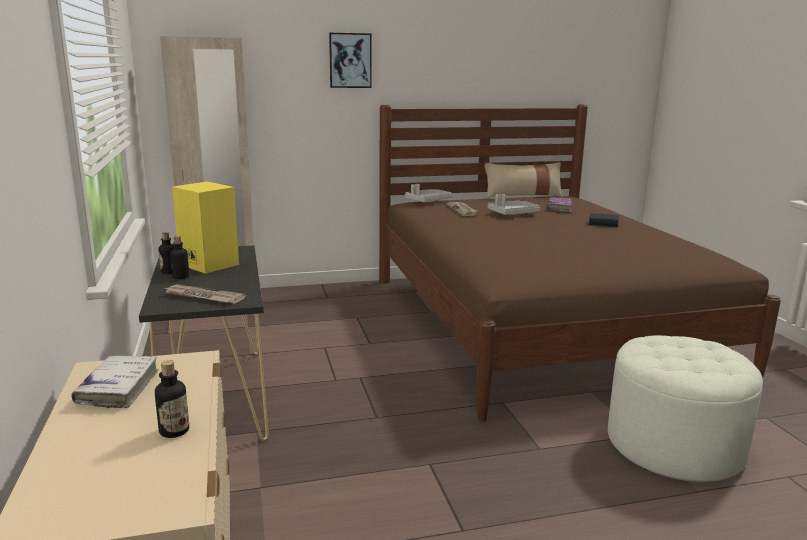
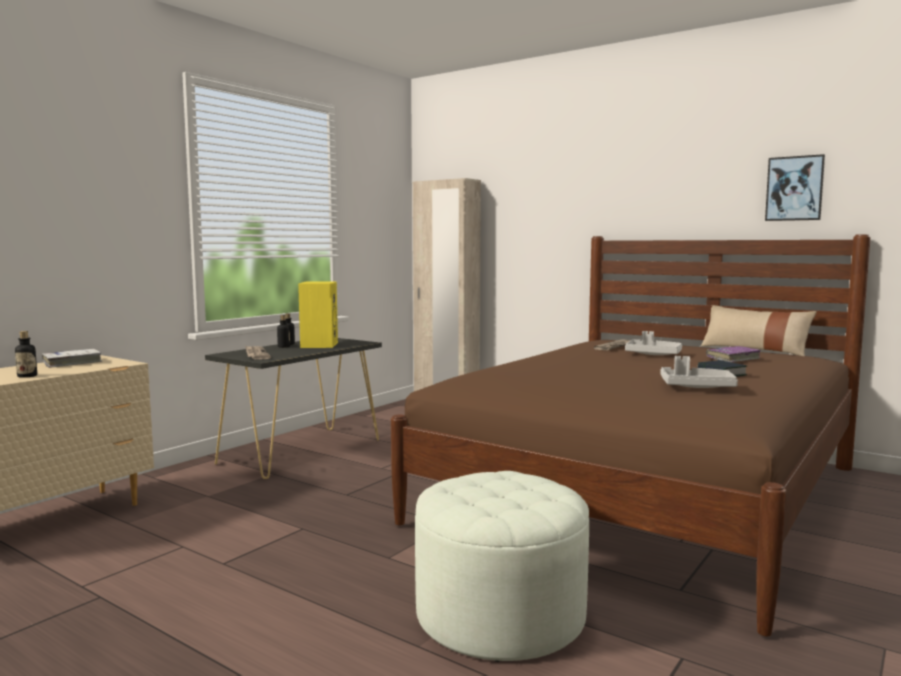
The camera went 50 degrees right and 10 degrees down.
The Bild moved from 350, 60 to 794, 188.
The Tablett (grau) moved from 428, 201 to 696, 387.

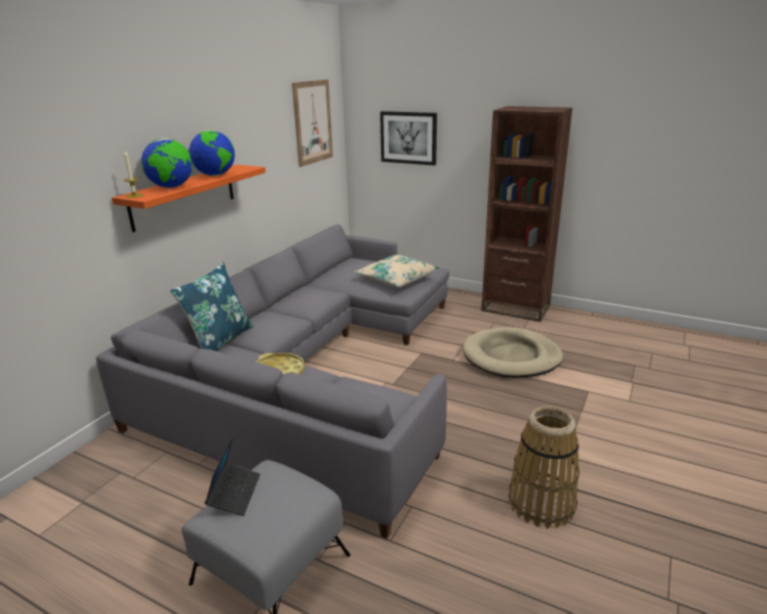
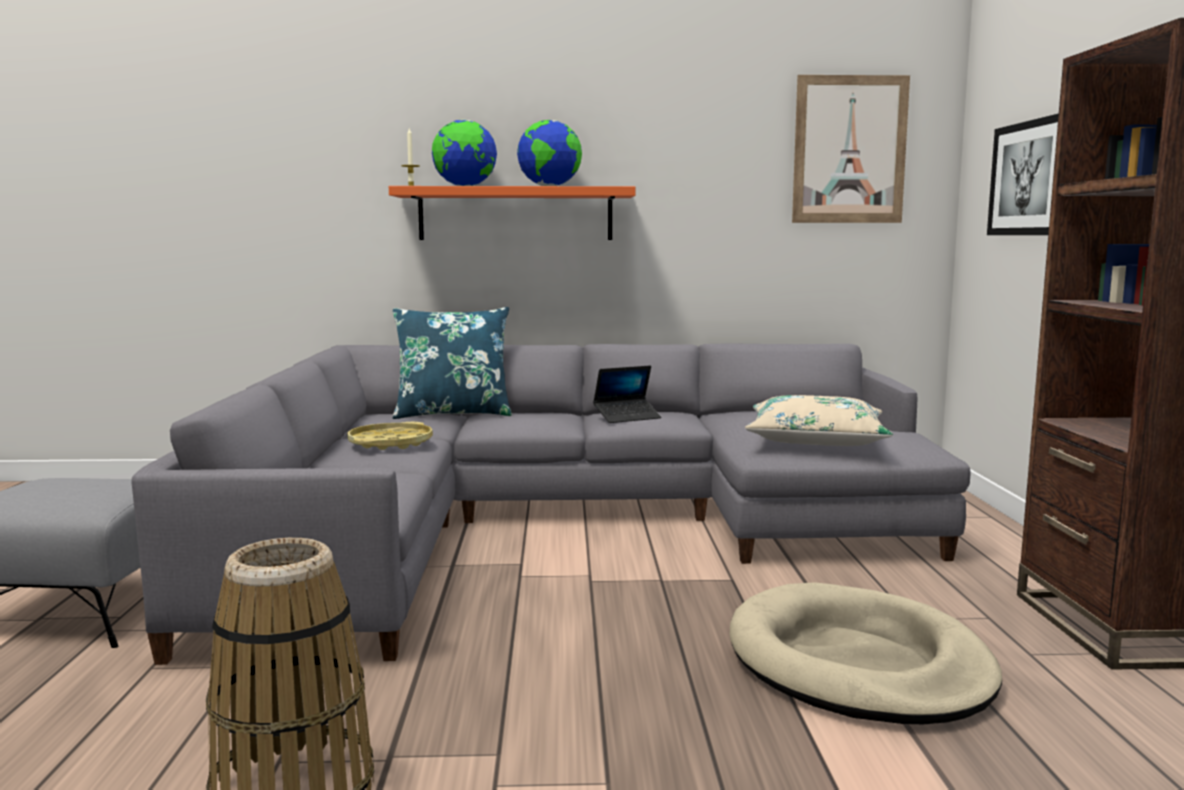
The camera went 60 degrees right and 15 degrees down.
The Laptop moved from 234, 493 to 627, 417.

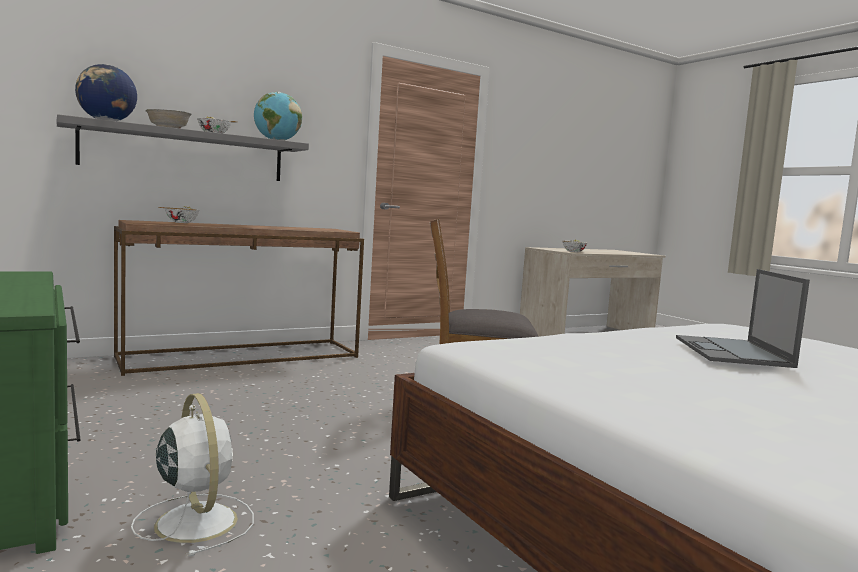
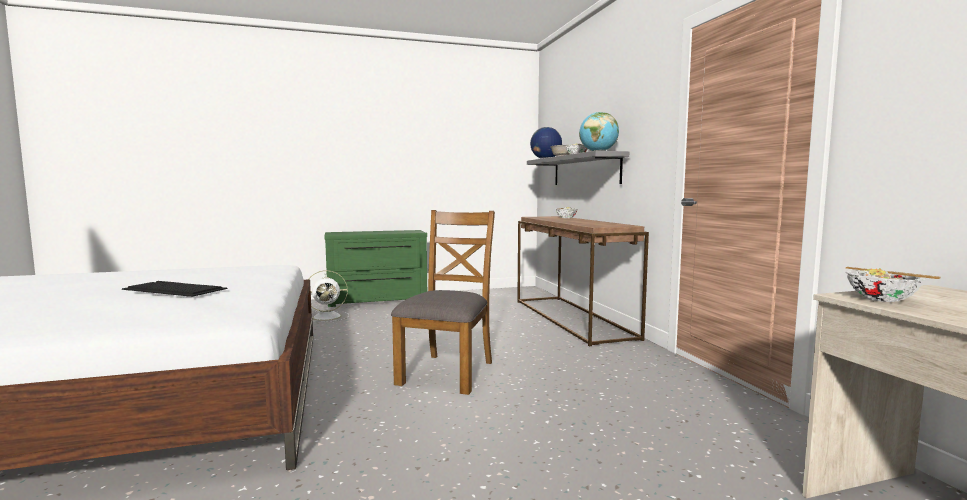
The camera went 105 degrees right and 0 degrees up.
The Laptop at 732, 352 was replaced by the Tastatur at 173, 289.

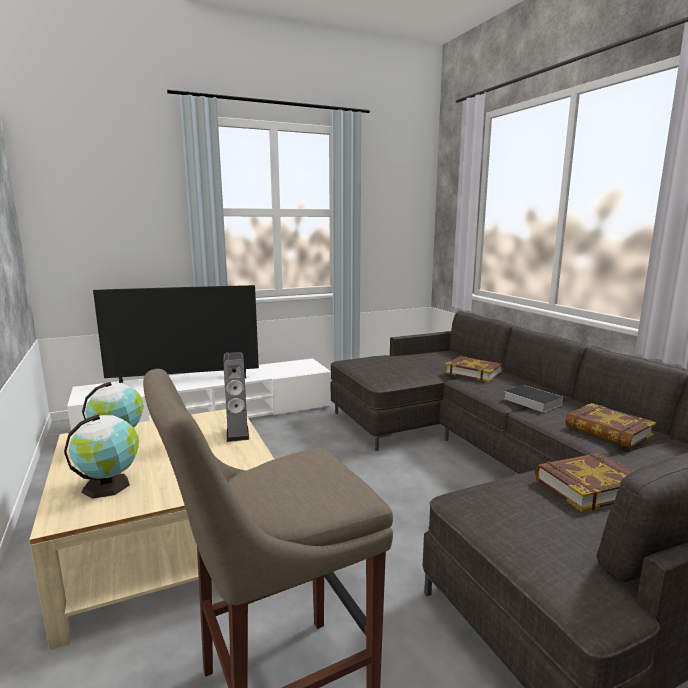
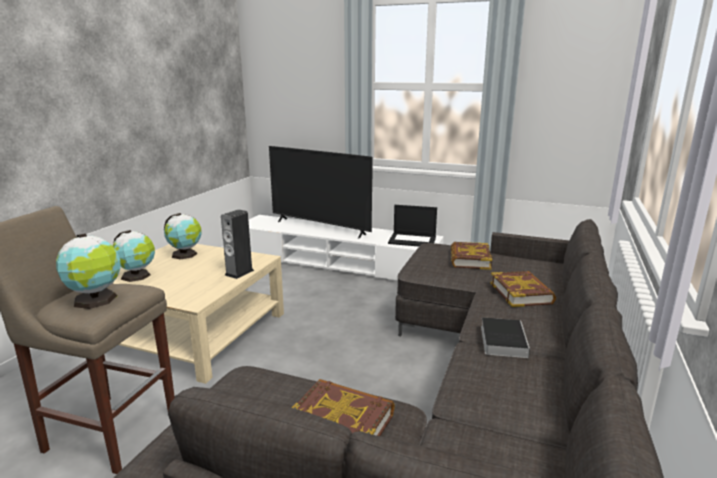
The camera went 45 degrees right and 5 degrees up.
The Buch moved from 608, 431 to 469, 259.
The Laptop at 413, 240 appeared.
The Globus at 96, 300 appeared.

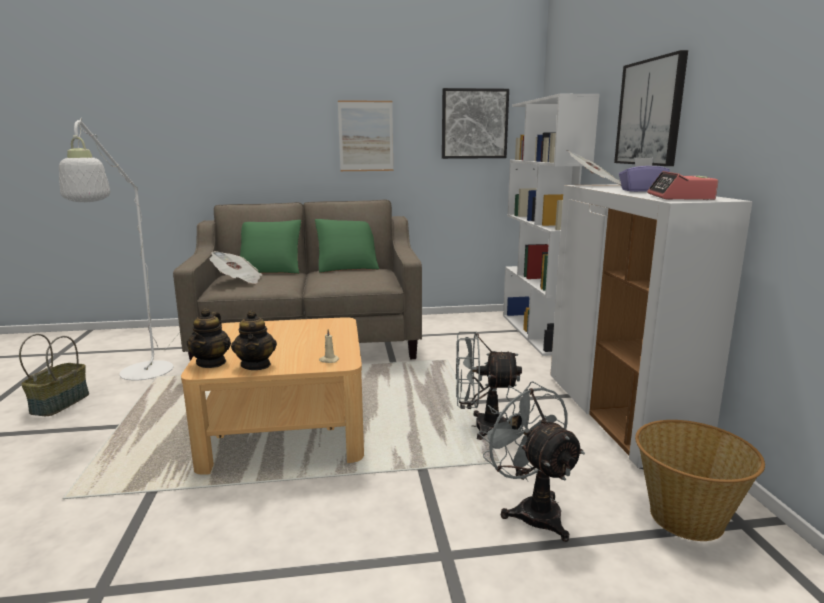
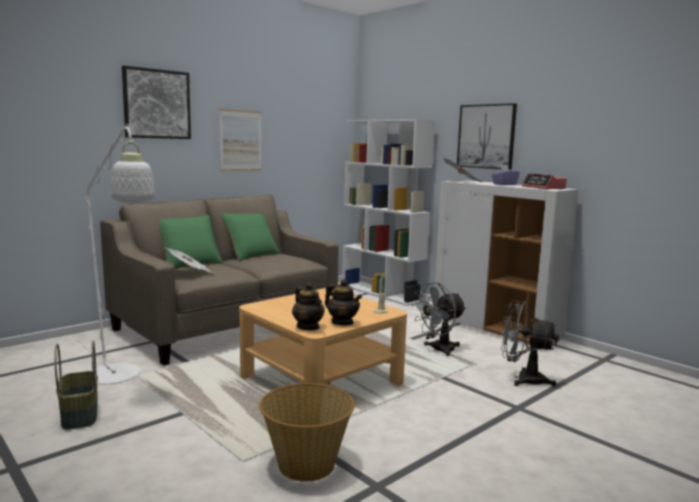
The camera went 35 degrees left and 5 degrees down.
The Bild moved from 474, 124 to 157, 104.
The Korb moved from 686, 517 to 306, 464.

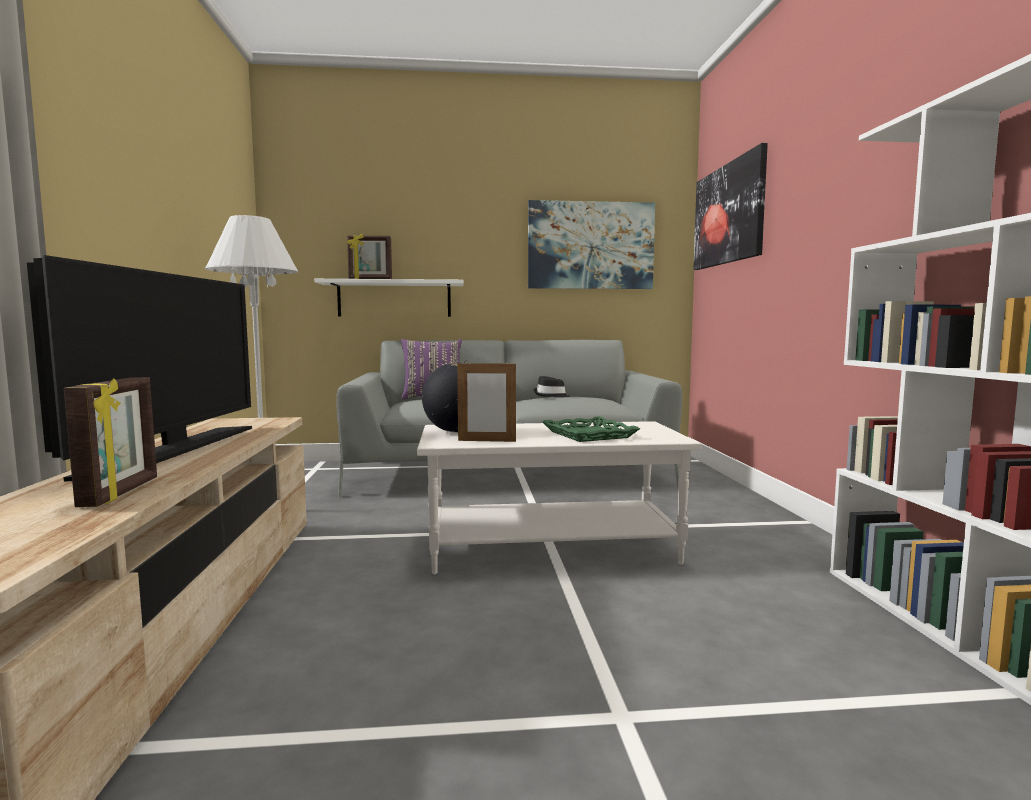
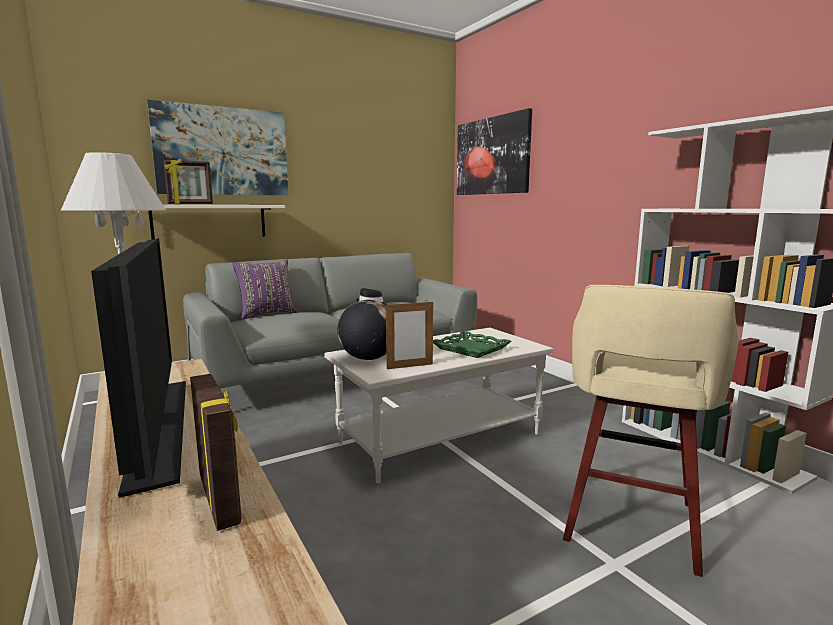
The camera went 25 degrees left and 5 degrees up.
The Bild moved from 590, 245 to 222, 151.
The Hocker (beige) at 630, 524 appeared.

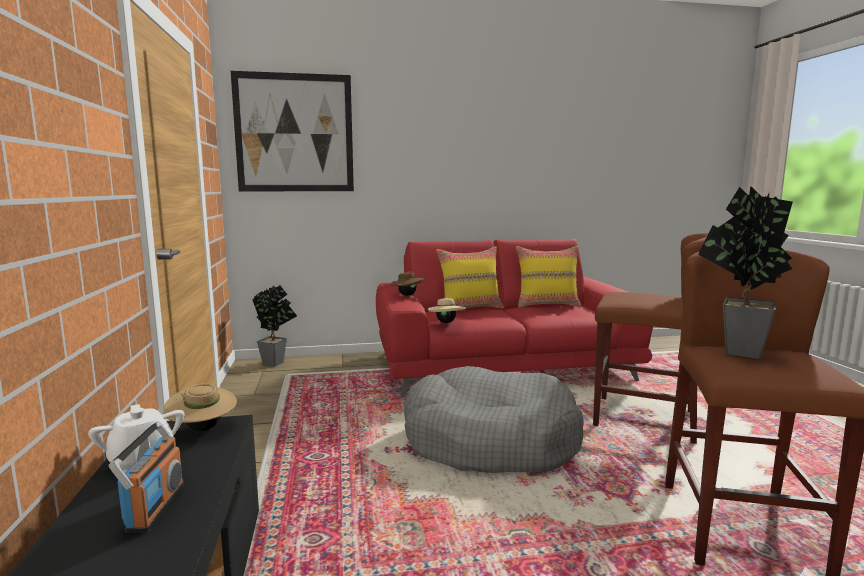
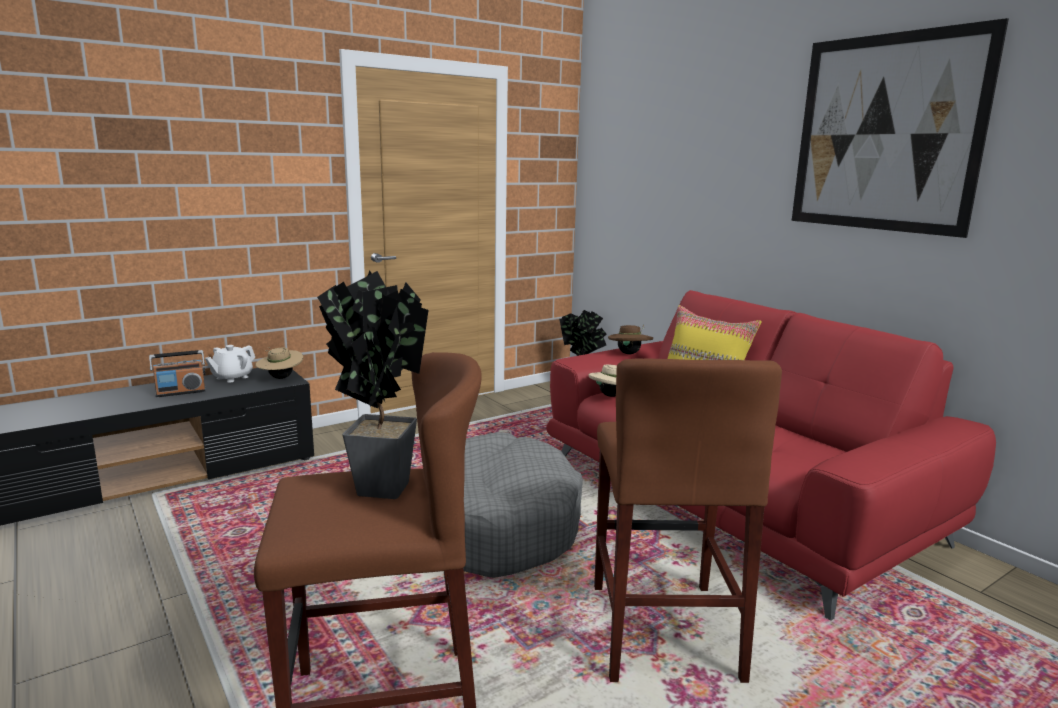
The camera went 65 degrees right and 5 degrees up.
The Bild moved from 294, 133 to 885, 133.
The Kissen (gelb) at 547, 305 disappeared.

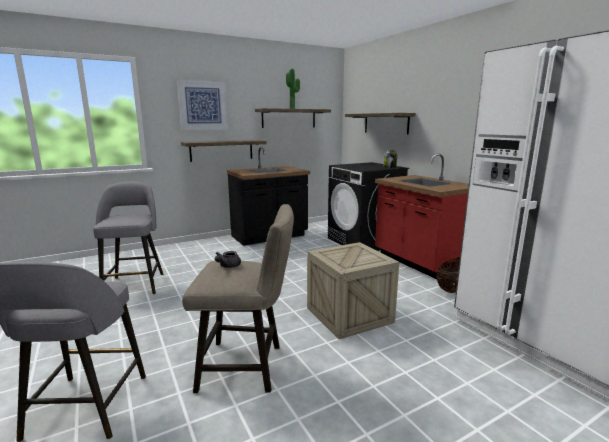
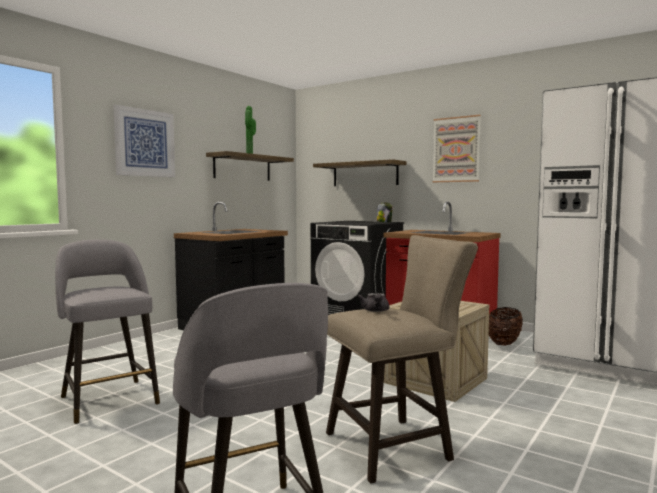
The camera went 25 degrees left and 10 degrees down.
The Wandregal at 221, 150 disappeared.
The Bild at 456, 149 appeared.

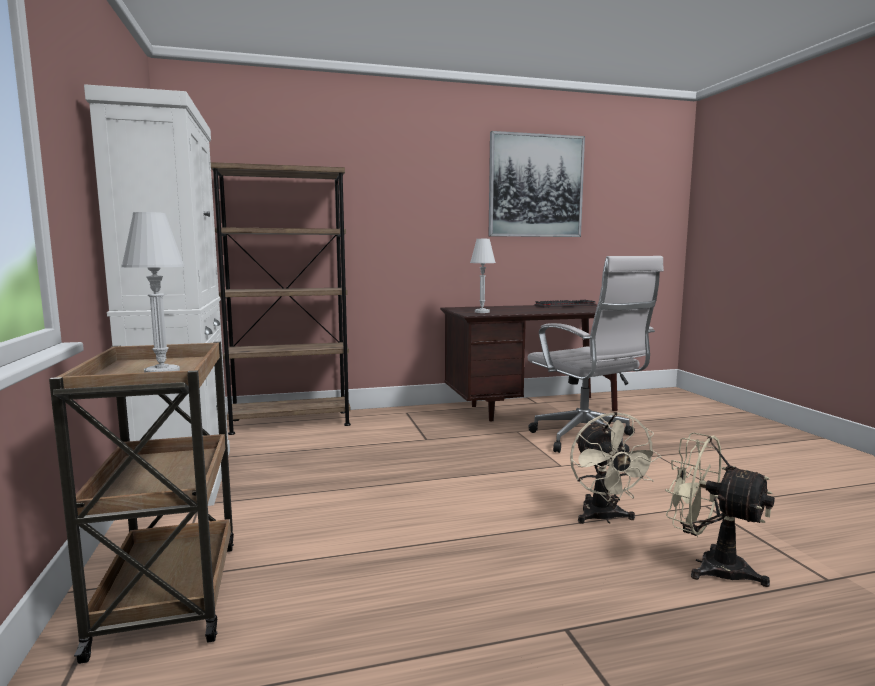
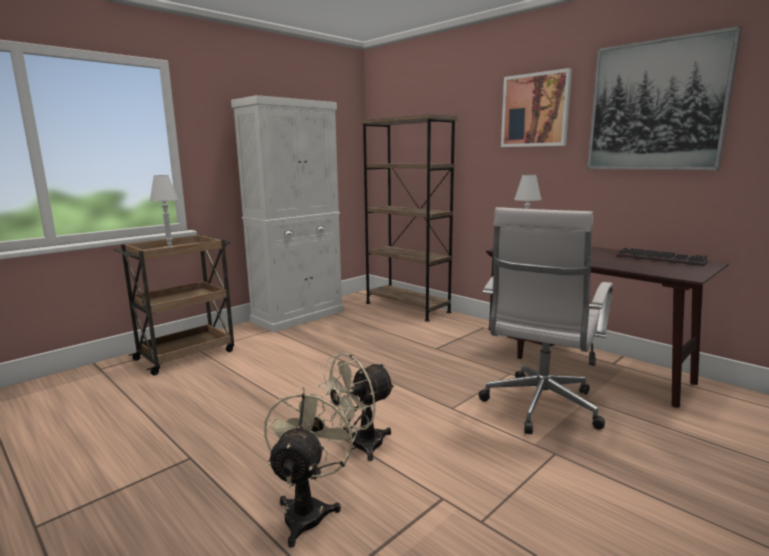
The camera went 60 degrees right and 5 degrees up.
The Bild at 535, 110 appeared.

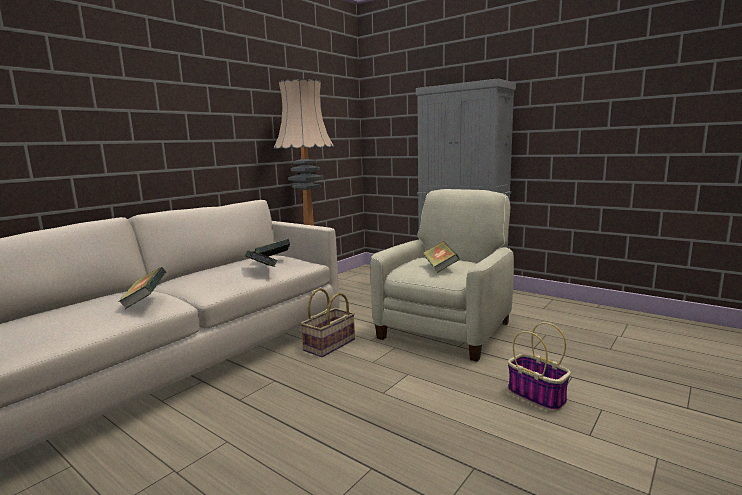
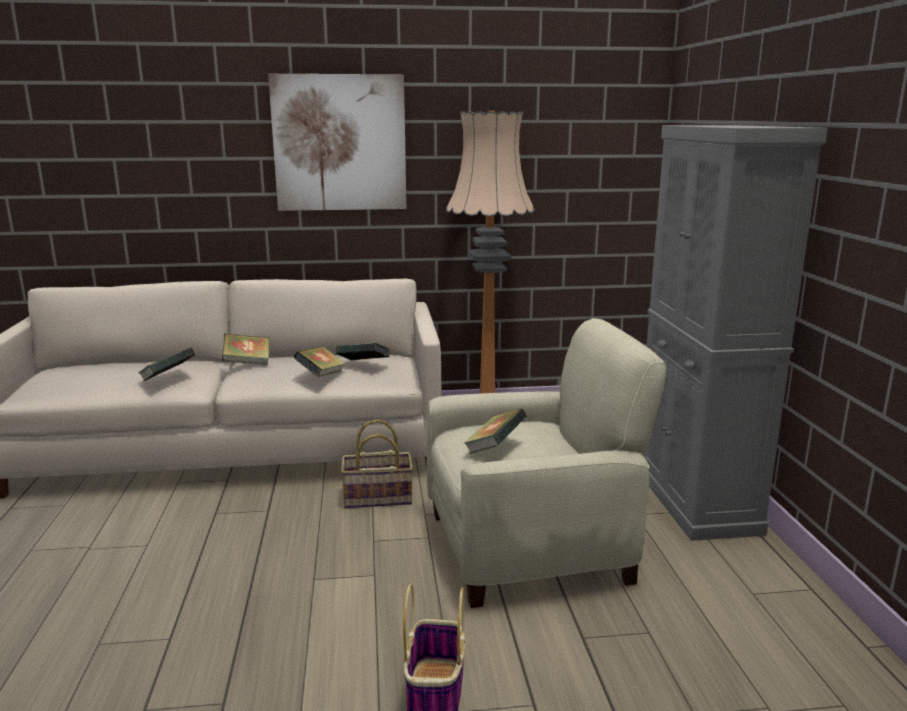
The camera went 45 degrees right and 5 degrees up.
The Bild at 340, 143 appeared.
The Buch at 247, 363 appeared.

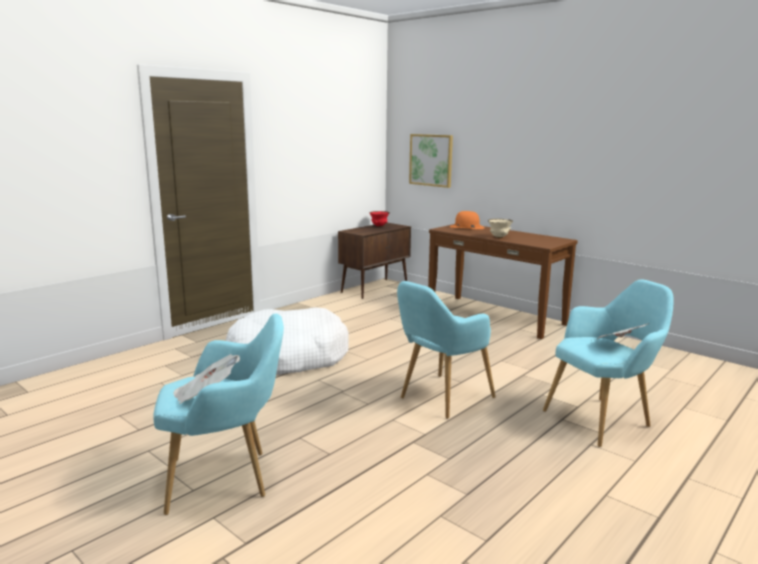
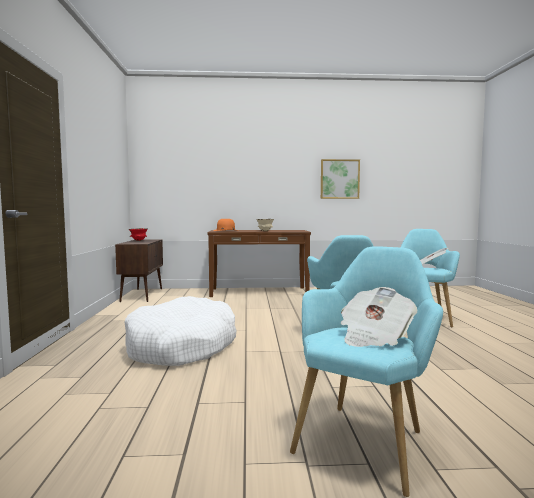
The camera went 45 degrees left and 10 degrees down.
The Bild moved from 431, 160 to 339, 179.

